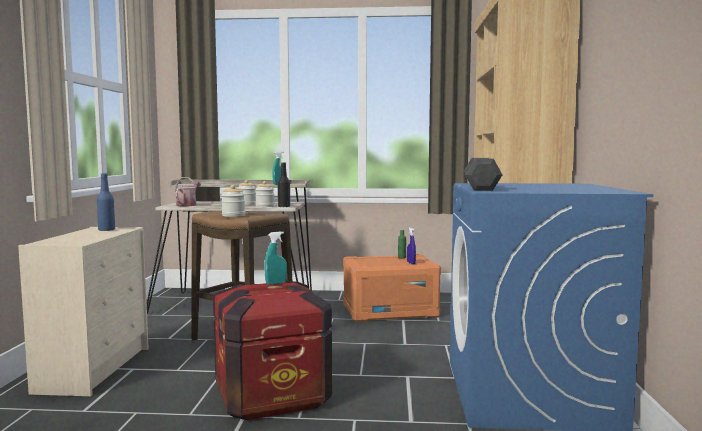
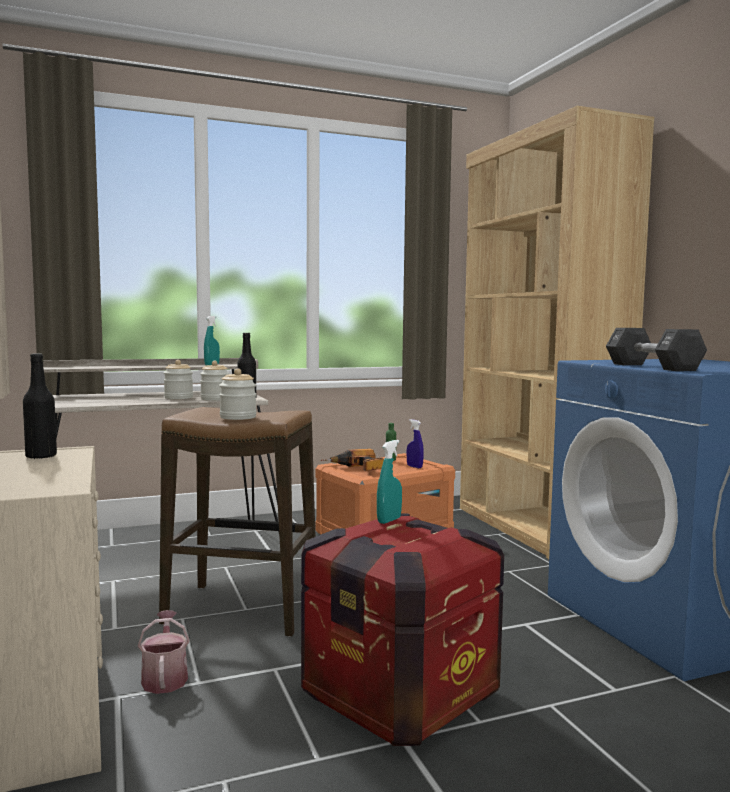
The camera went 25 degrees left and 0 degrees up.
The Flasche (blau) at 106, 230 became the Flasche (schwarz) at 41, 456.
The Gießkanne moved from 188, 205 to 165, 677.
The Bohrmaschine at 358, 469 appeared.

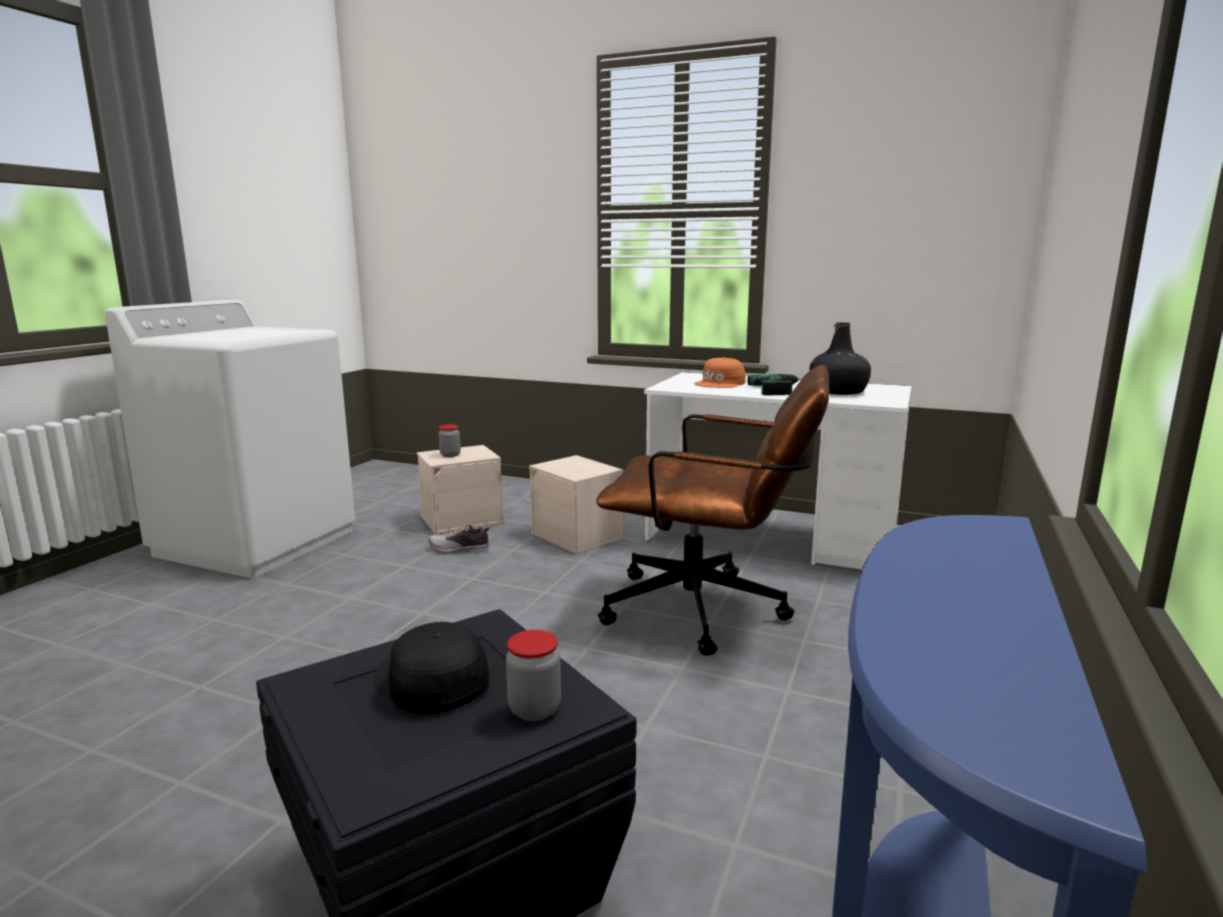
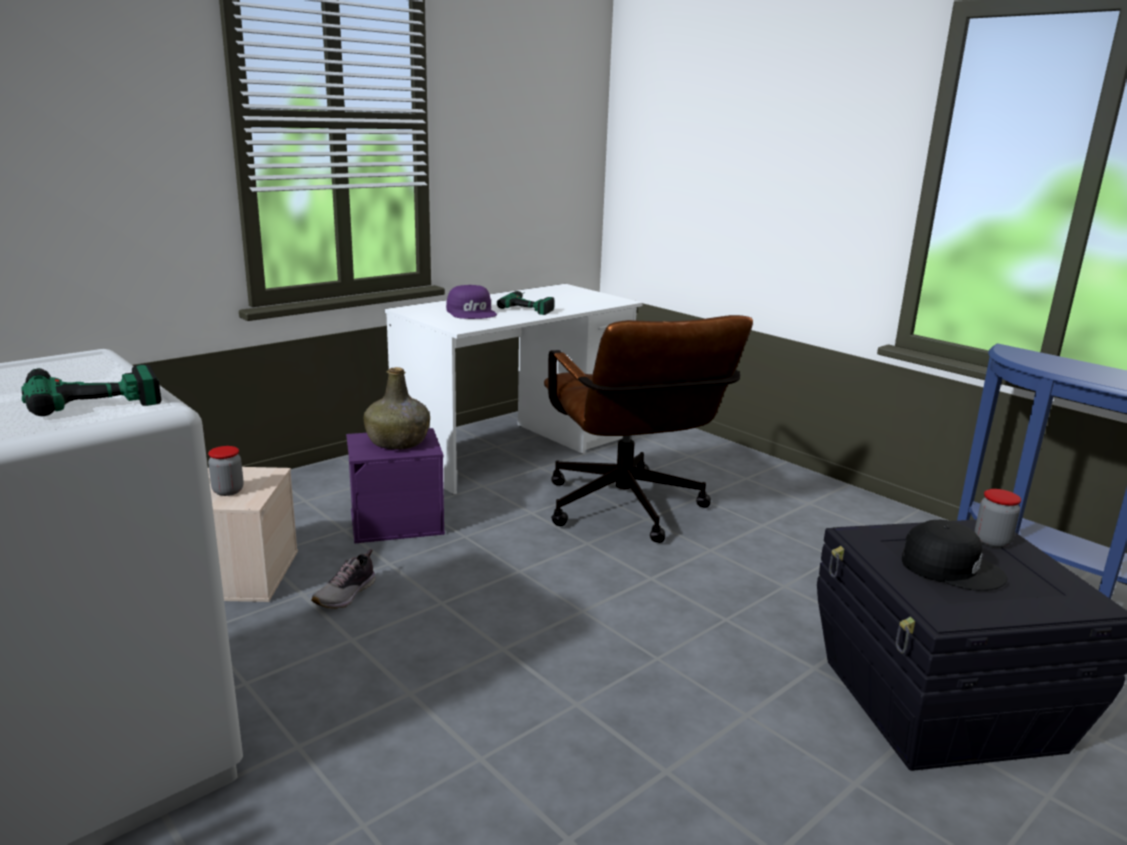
The camera went 65 degrees left and 5 degrees up.
The Flasche (schwarz) at 838, 392 disappeared.
The Kappe (orange) at 720, 383 became the Kappe (lila) at 472, 312.
The Bürostuhl (braun) at 710, 612 turned 120 degrees clockwise.
The Aufbewahrungsbox (beige) at 578, 536 became the Aufbewahrungsbox (lila) at 398, 521.
The Kappe (schwarz) at 430, 680 turned 135 degrees counterclockwise.
The Bohrmaschine at 90, 393 appeared.
The Flasche (grün) at 398, 442 appeared.

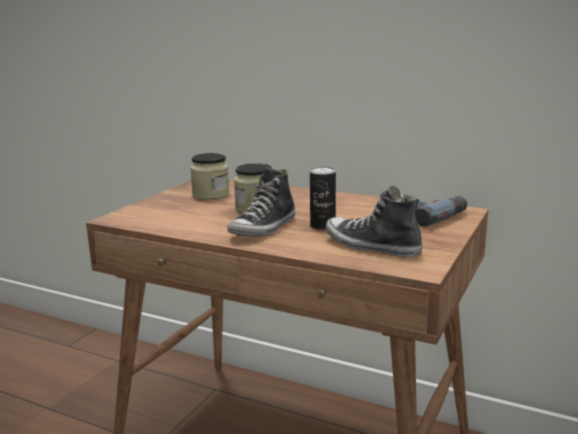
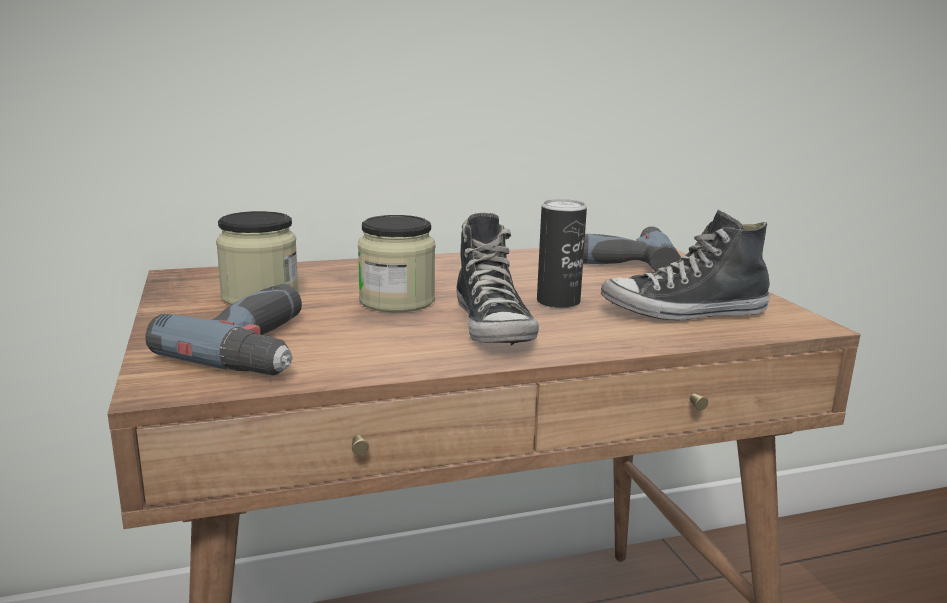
The camera went 45 degrees left and 0 degrees up.
The Bohrmaschine at 263, 347 appeared.

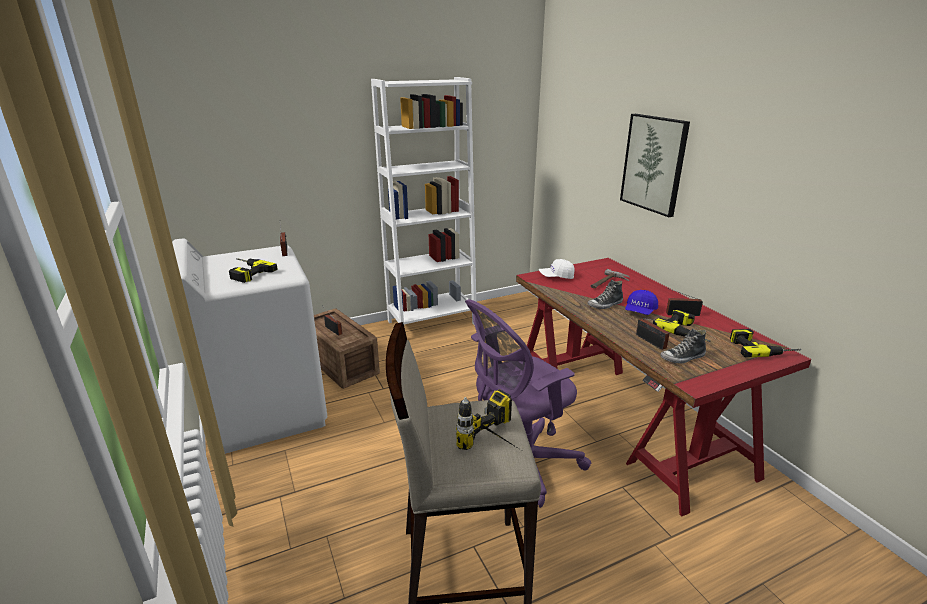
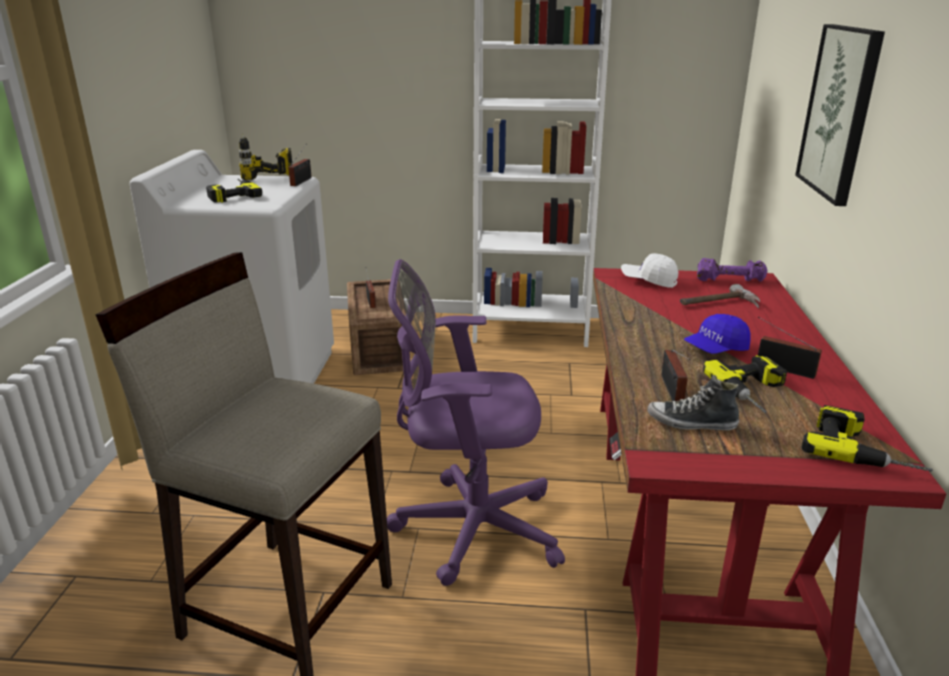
The camera went 30 degrees right and 0 degrees up.
The Schuh at 605, 305 disappeared.
The Bohrmaschine moved from 498, 446 to 267, 183.
The Hantel (lila) at 729, 280 appeared.

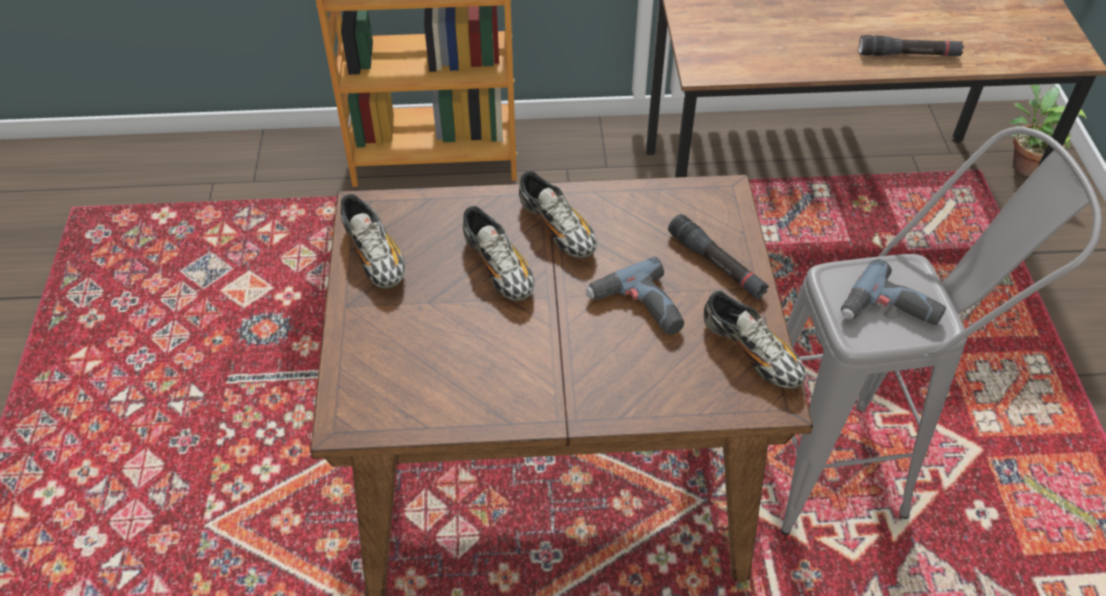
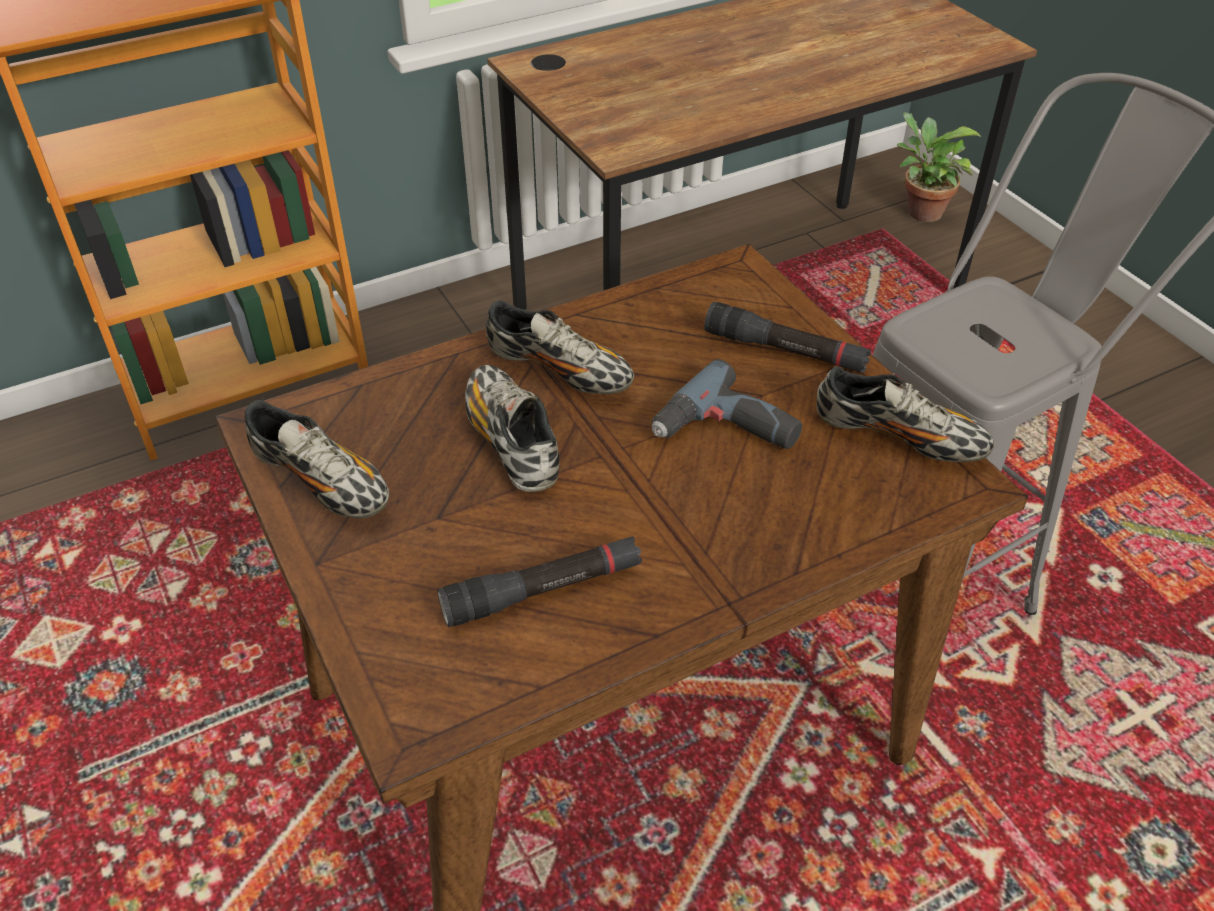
The camera went 25 degrees left and 5 degrees down.
The Taschenlampe (schwarz) moved from 908, 55 to 542, 591.
The Schuh at 499, 268 turned 150 degrees counterclockwise.
The Bohrmaschine at 890, 313 disappeared.

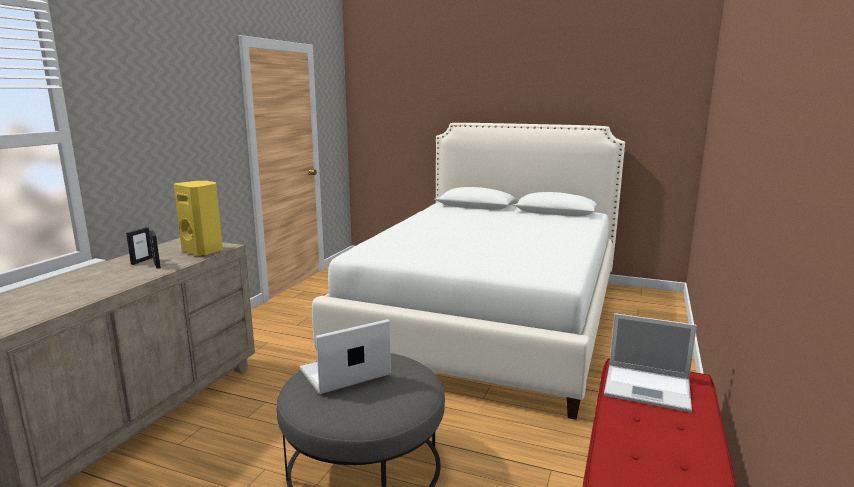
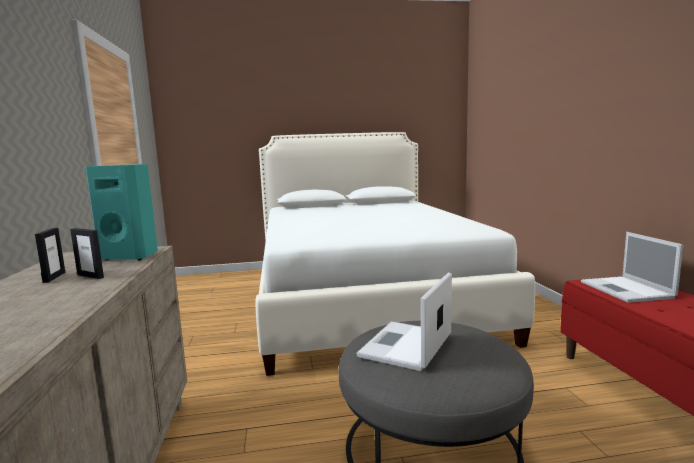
The camera went 30 degrees left and 5 degrees down.
The Lautsprecher (gelb) at 204, 251 became the Lautsprecher (türkis) at 131, 256.
The Laptop at 649, 388 turned 90 degrees clockwise.

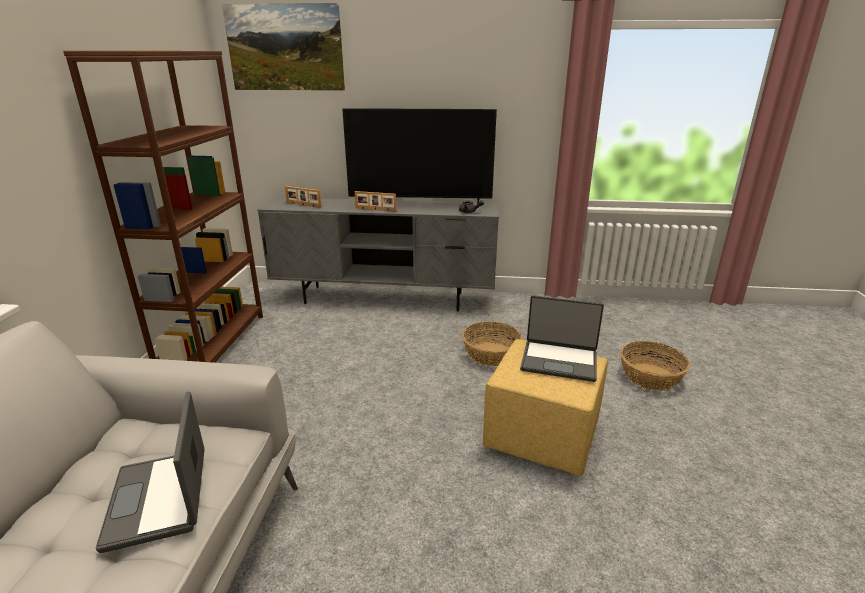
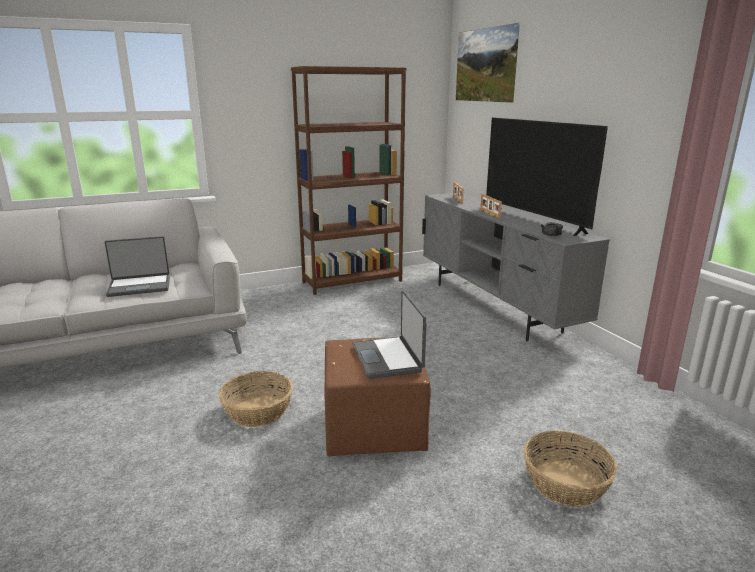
The camera went 60 degrees right and 5 degrees down.
The Korb moved from 490, 354 to 258, 411.
The Polsterhocker (gelb) at 542, 436 became the Polsterhocker (braun) at 375, 430.
The Laptop at 160, 498 turned 150 degrees counterclockwise.

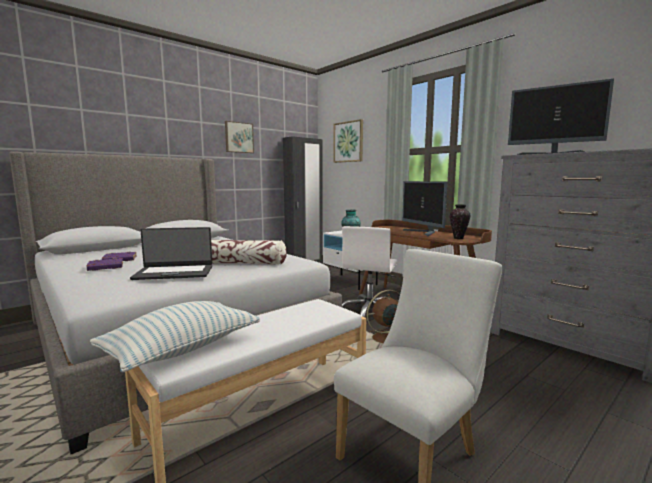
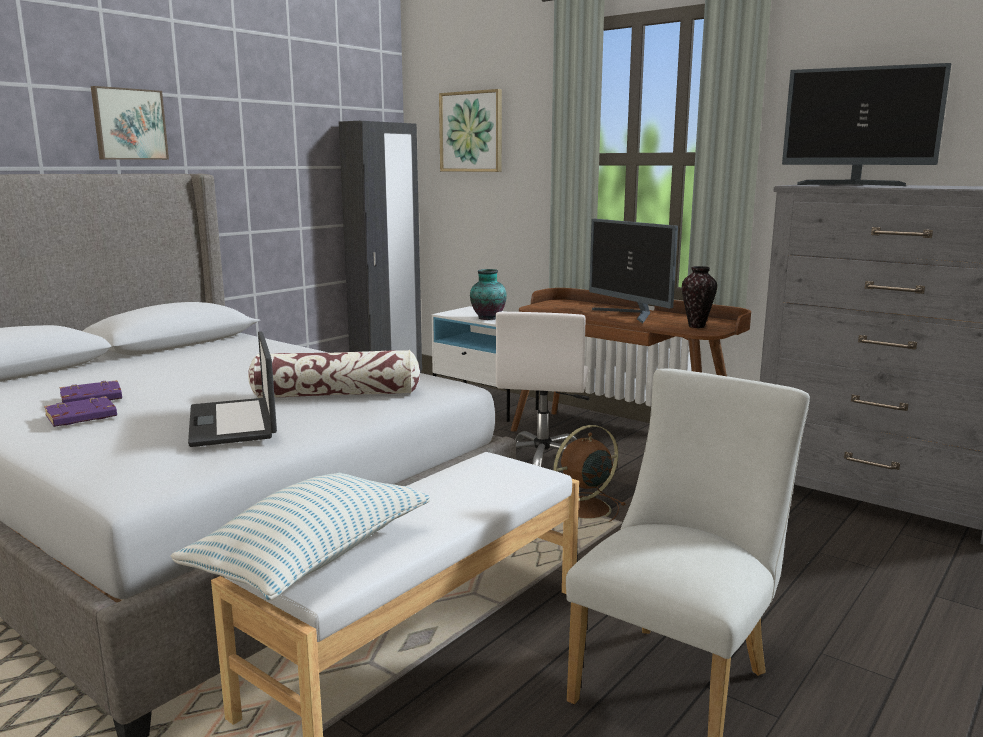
The camera went 10 degrees left and 5 degrees up.
The Bild moved from 238, 137 to 129, 124.
The Laptop at 174, 272 turned 90 degrees clockwise.

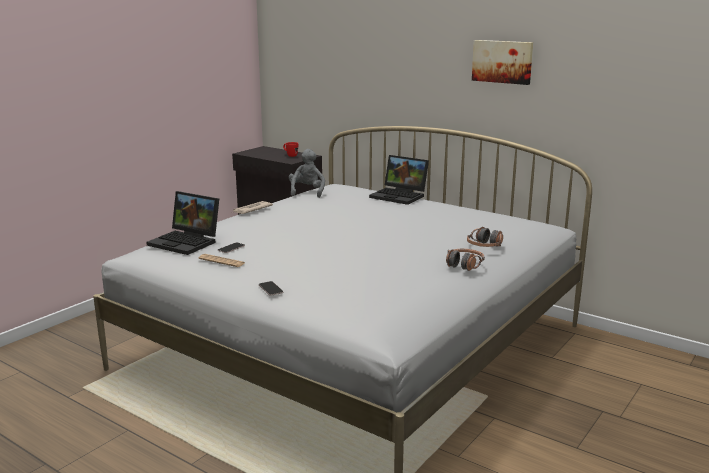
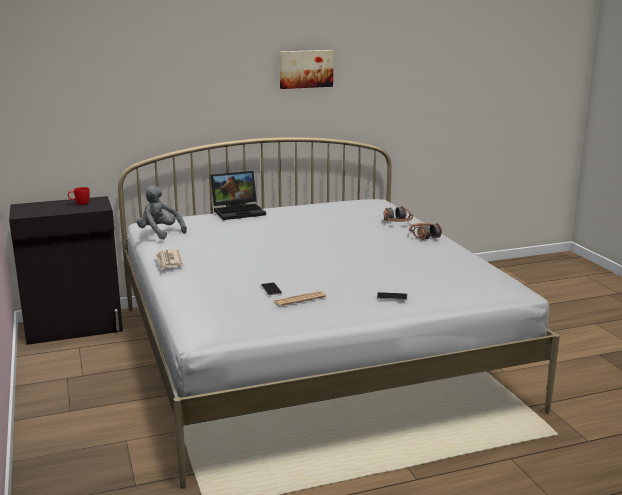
The camera went 55 degrees left and 0 degrees up.
The Laptop at 187, 242 disappeared.

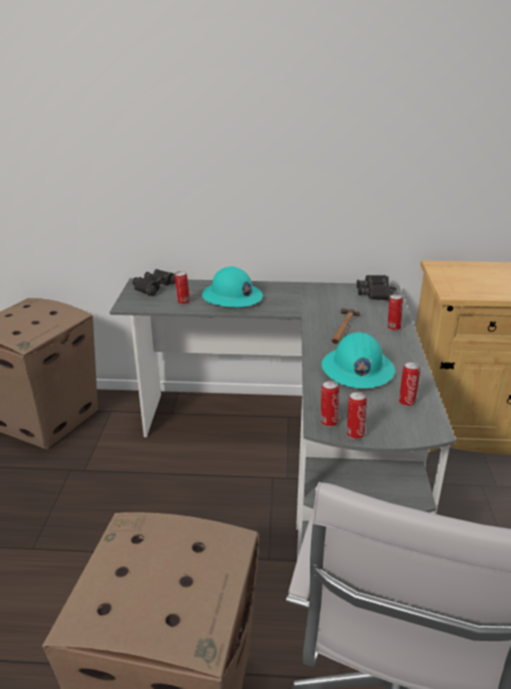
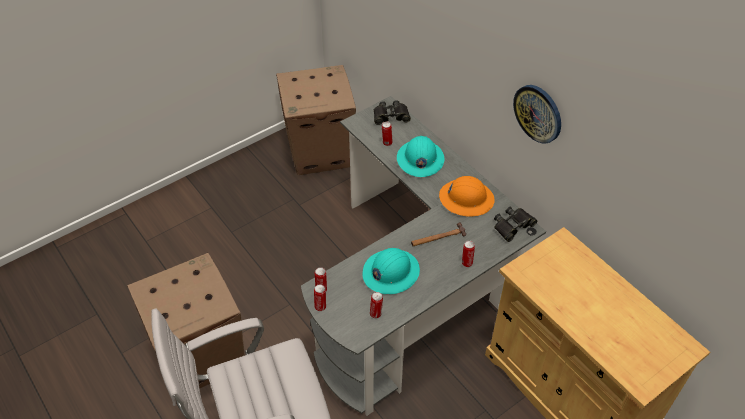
The camera went 50 degrees right and 20 degrees up.
The Wanduhr at 538, 113 appeared.
The Schutzhelm (orange) at 466, 198 appeared.

